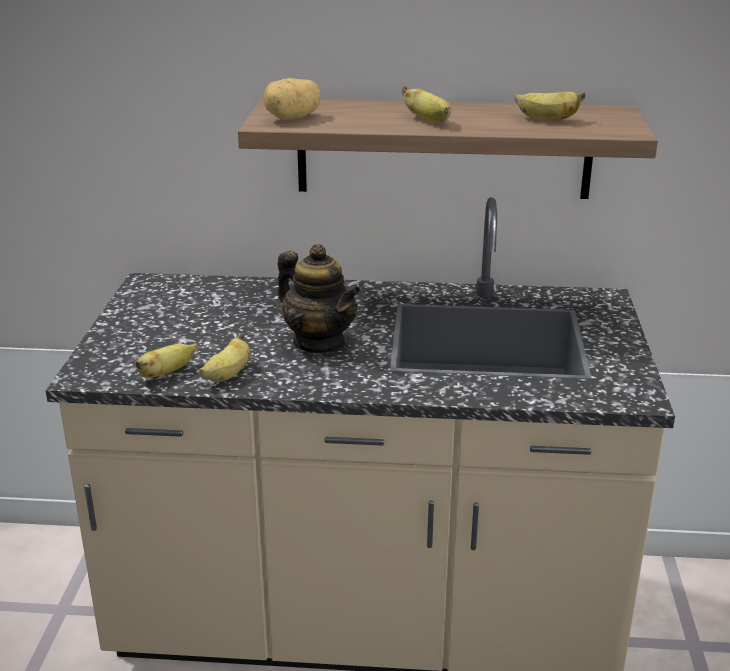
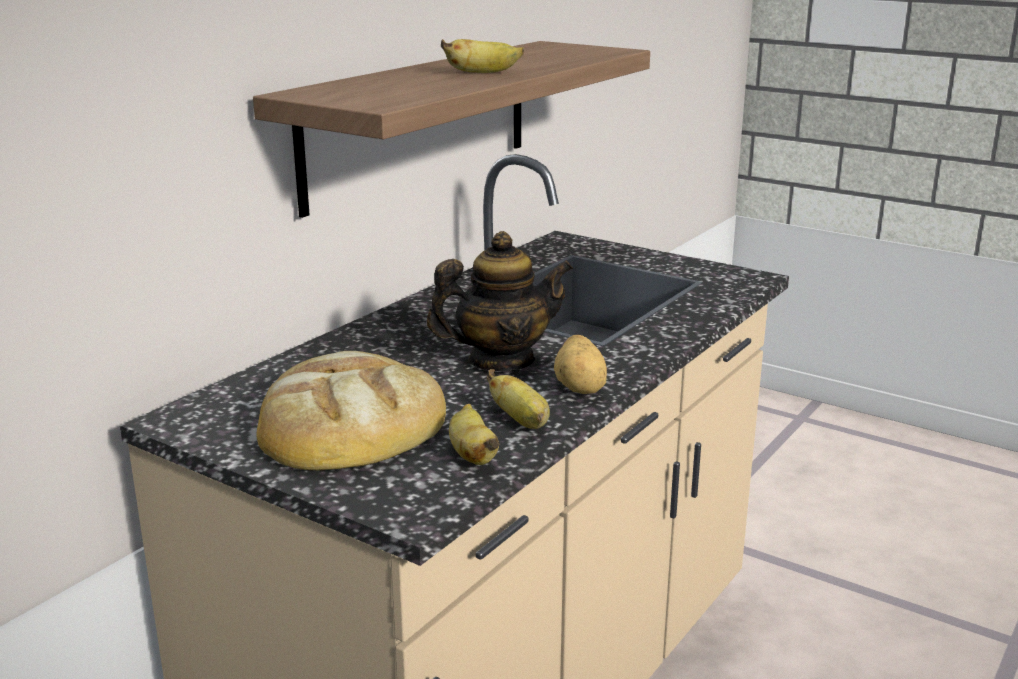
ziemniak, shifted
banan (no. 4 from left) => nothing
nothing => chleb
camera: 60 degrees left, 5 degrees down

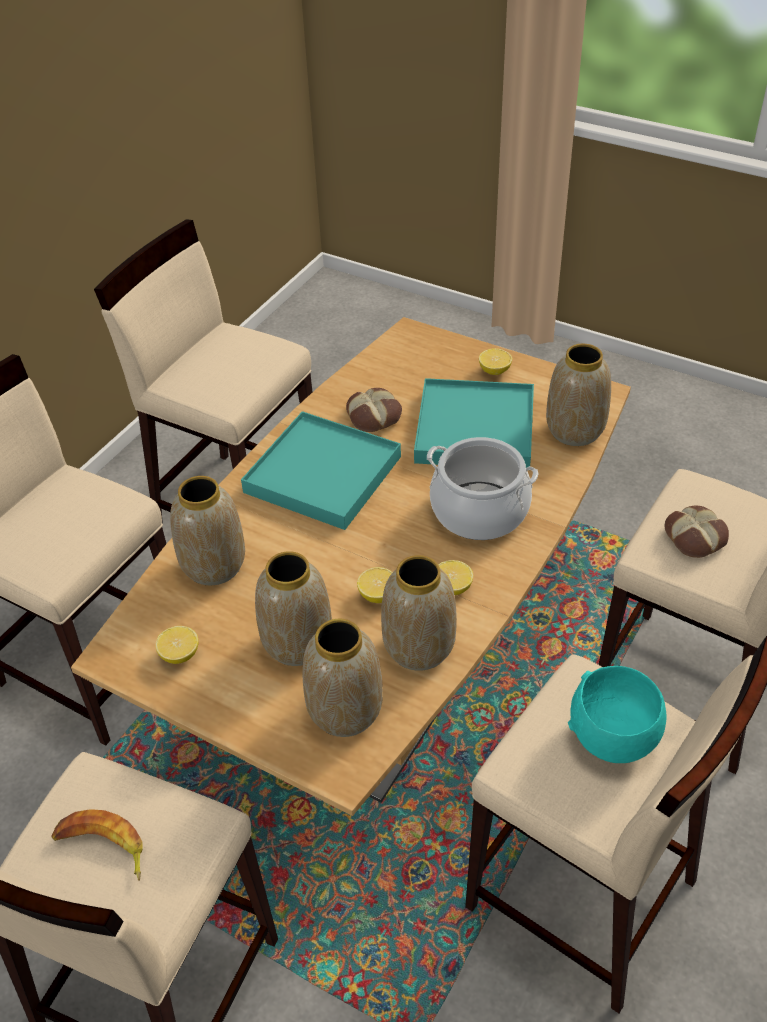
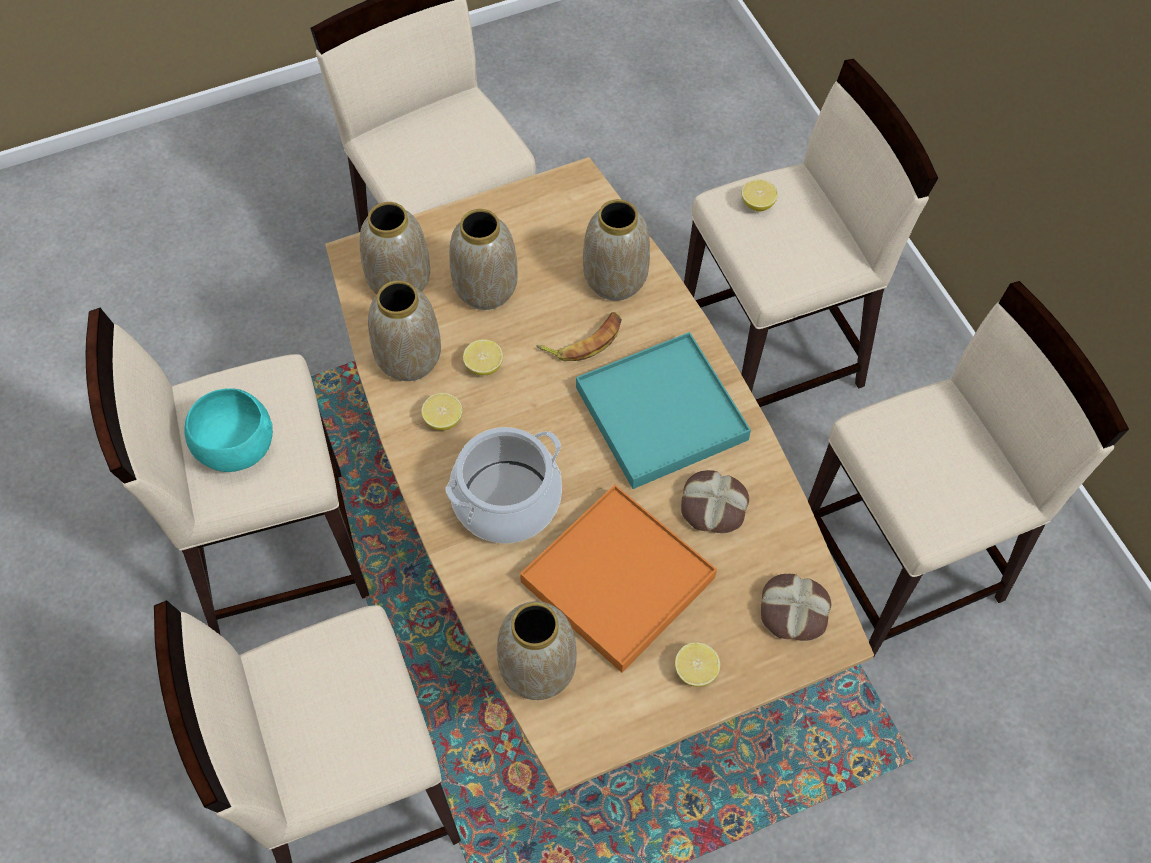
taca/turkusowy (no. 2 from left) => taca/pomarańczowy
chleb (no. 2 from left), shifted
cytryna (no. 1 from left in the first image) => cytryna (no. 4 from left), shifted
banan, shifted
camera: 125 degrees right, 15 degrees up

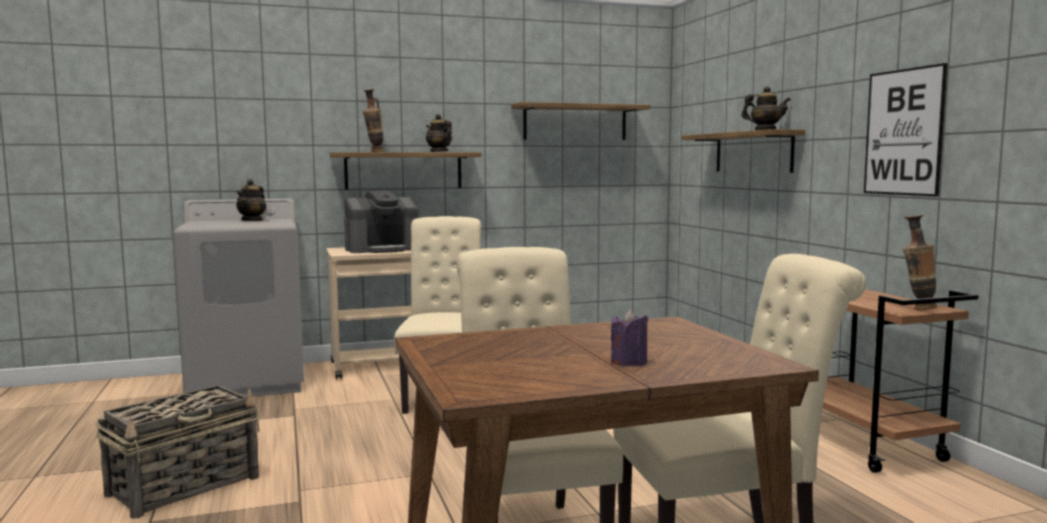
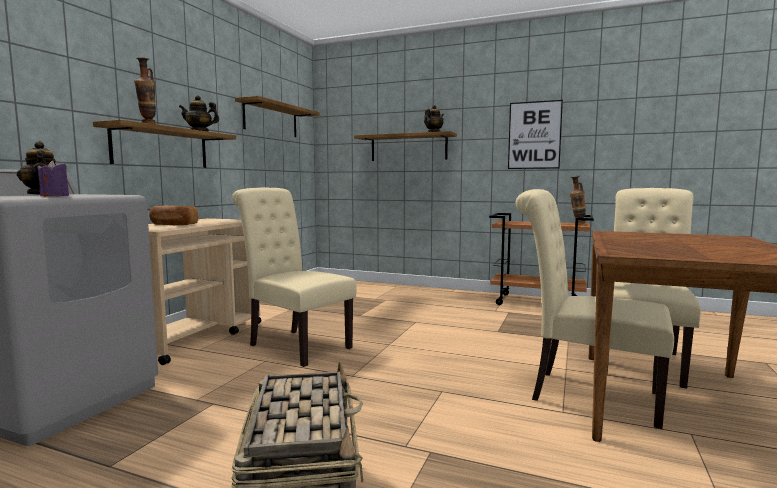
ekspres do kawy => chleb
świeca/fioletowy, shifted
camera: 50 degrees left, 0 degrees up

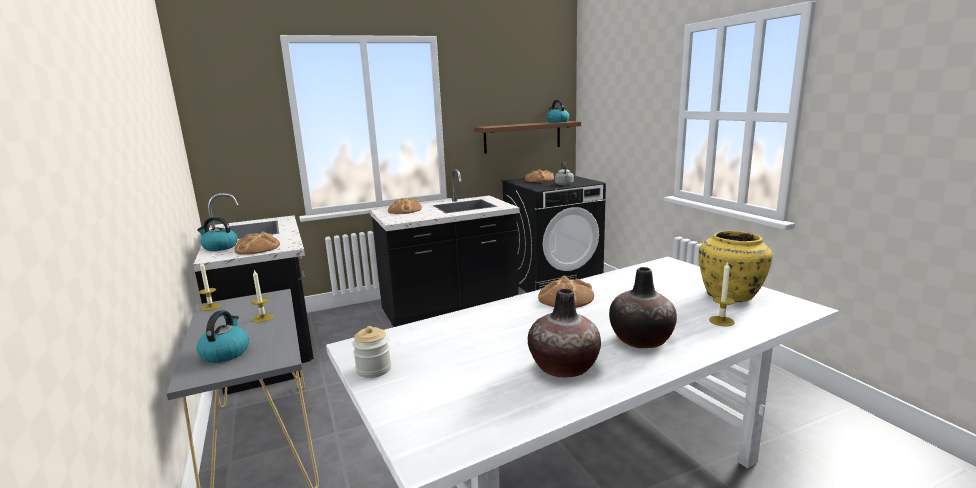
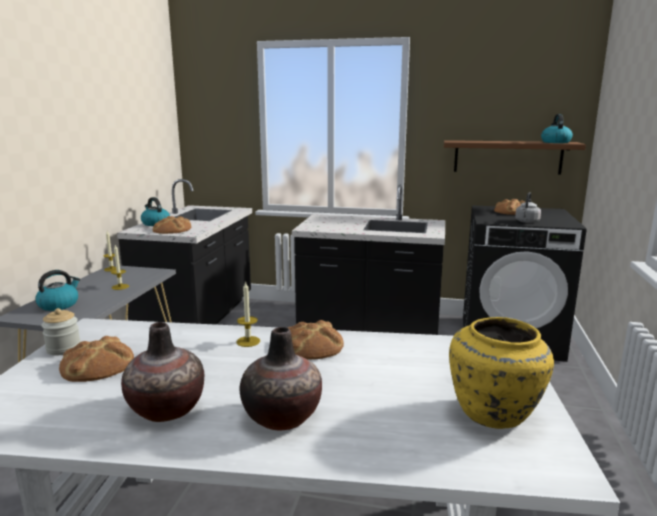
chleb (no. 2 from left in the first image) => chleb (no. 1 from left), shifted
świeca (no. 3 from left), shifted
camera: 35 degrees right, 0 degrees up

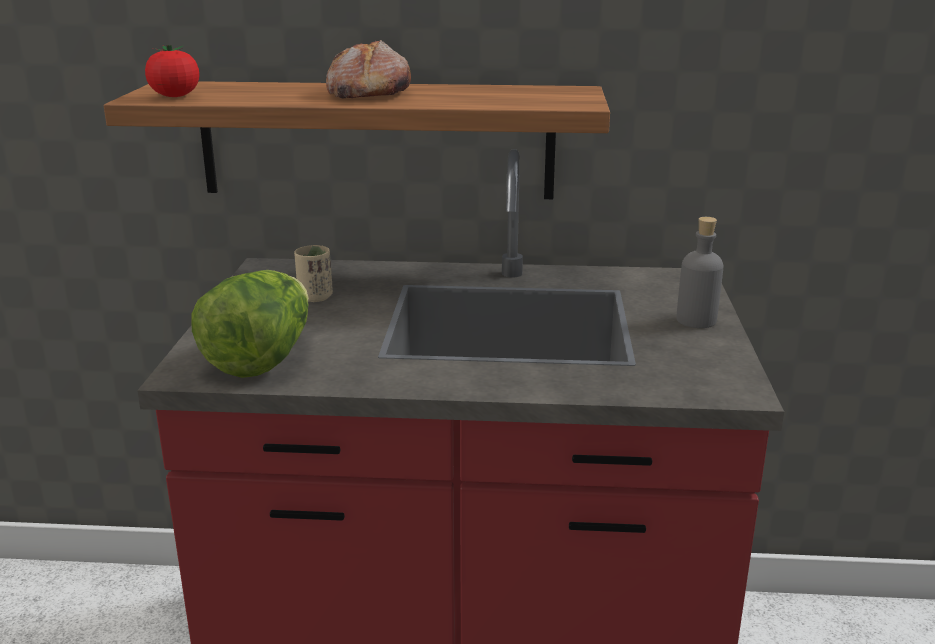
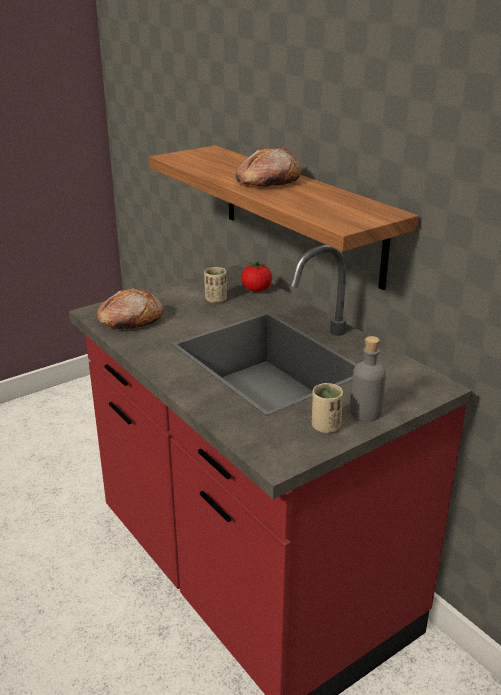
pomidor, shifted
sałata => chleb (no. 1 from left)
nothing => filiżanka/beżowy (no. 2 from left)
camera: 50 degrees right, 5 degrees up

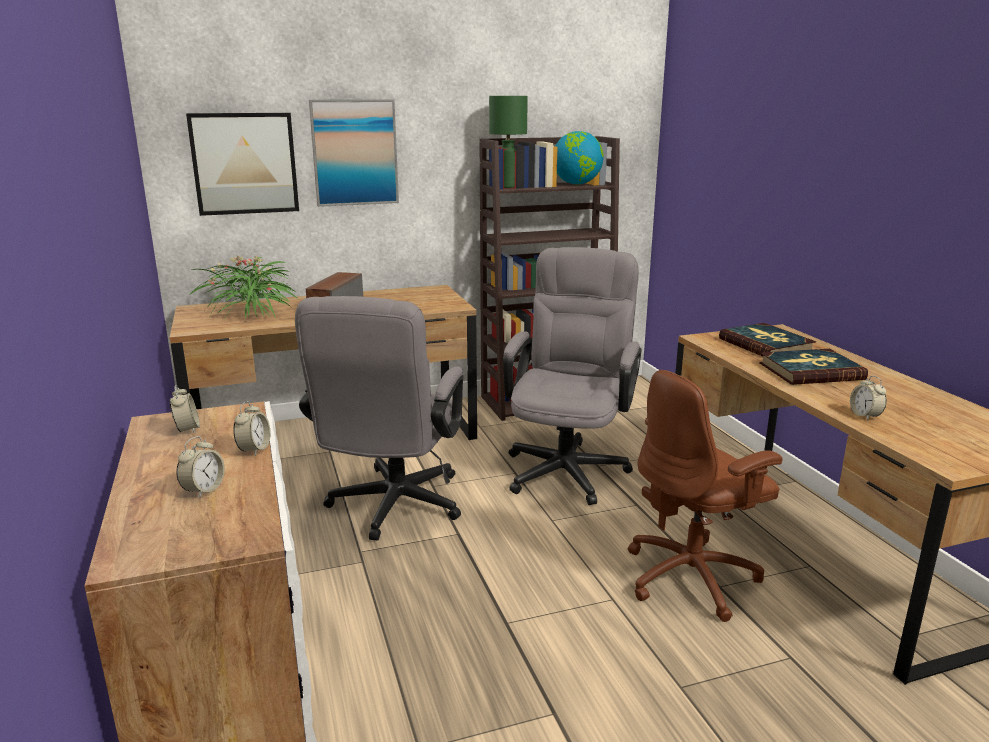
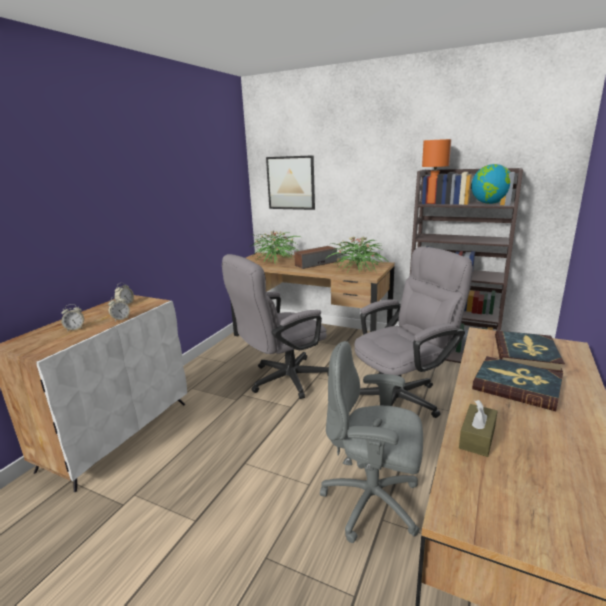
lampa stołowa/zielony => lampa stołowa/pomarańczowy
obraz (no. 2 from left) => nothing
krzesło biurowe/brązowy => krzesło biurowe/szary (no. 2 from left)
budzik (no. 4 from left) => pudełko chusteczek/brązowy
nothing => roślina doniczkowa (no. 2 from left)
camera: 45 degrees right, 0 degrees up

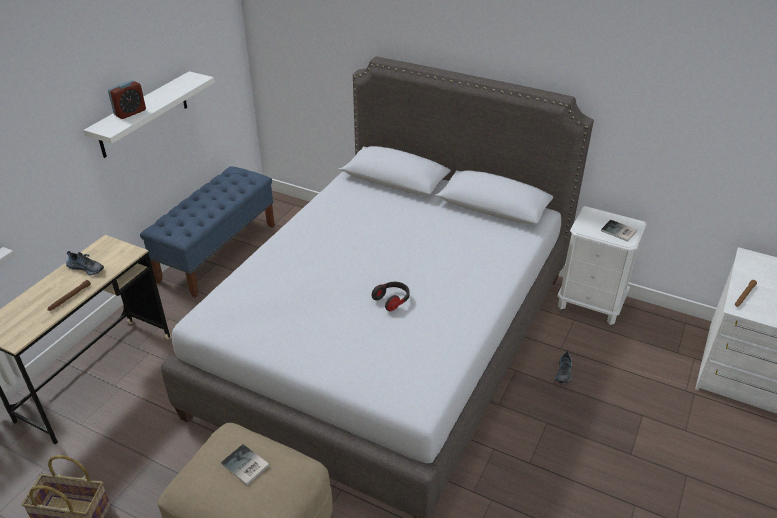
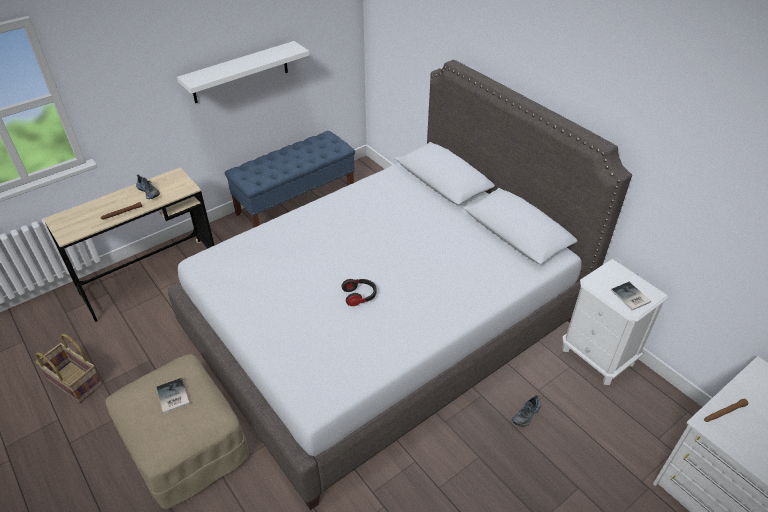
budzik => nothing
camera: 25 degrees right, 5 degrees up

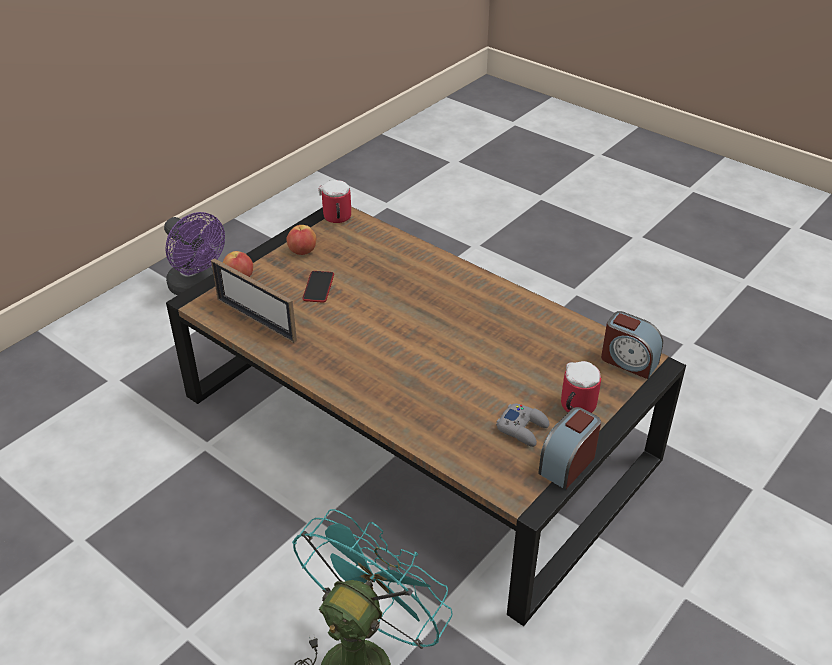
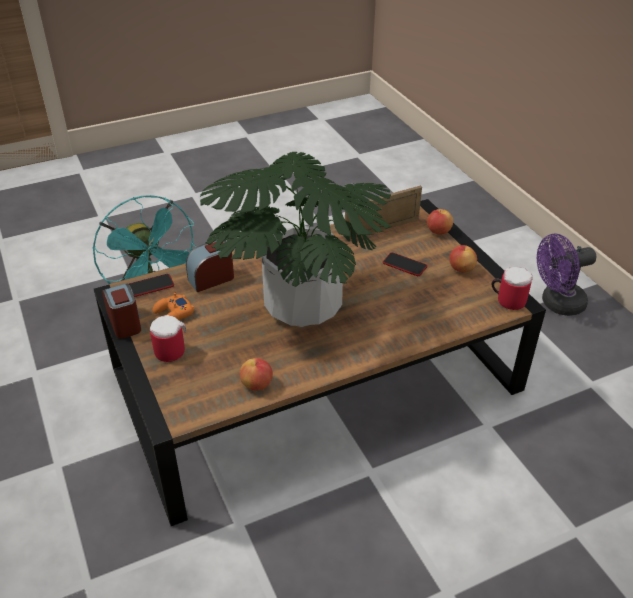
budzik (no. 2 from left), shifted
pad do gier/szary => pad do gier/pomarańczowy
nothing => roślina doniczkowa
nothing => telefon (no. 1 from left)
nothing => jabłko (no. 1 from left)
camera: 115 degrees right, 0 degrees up

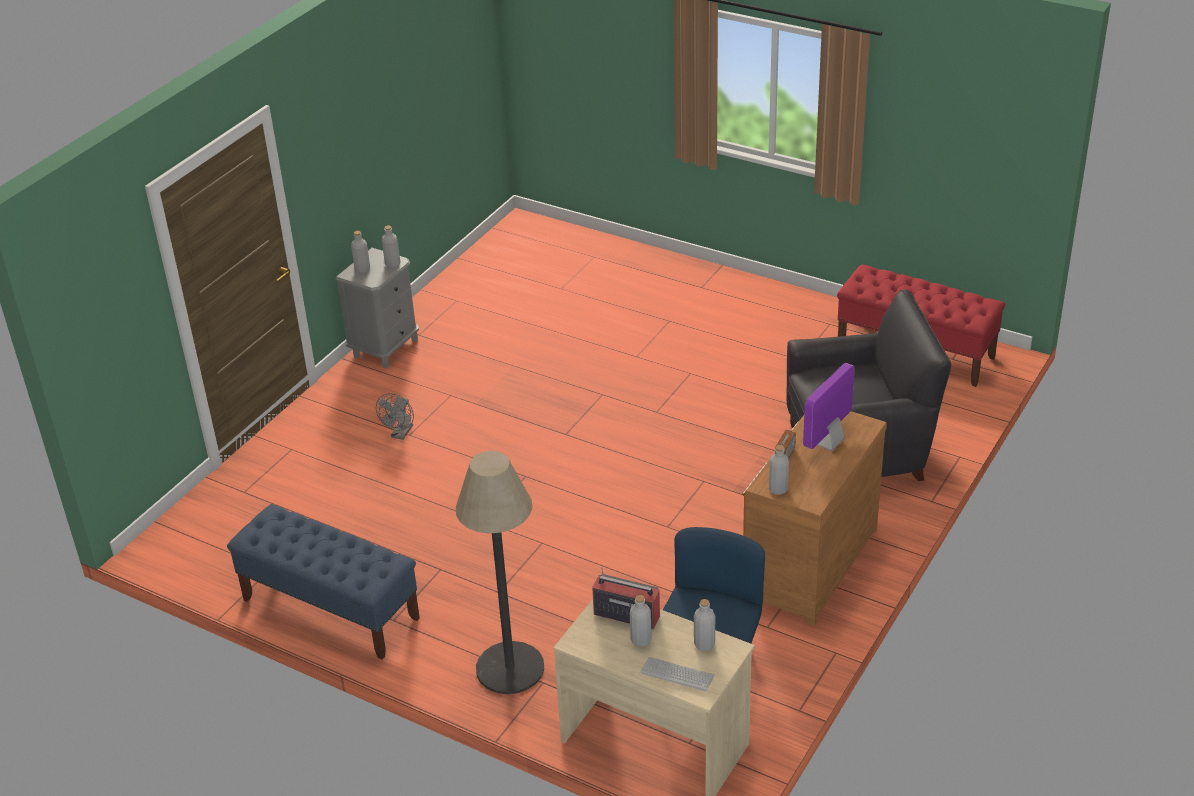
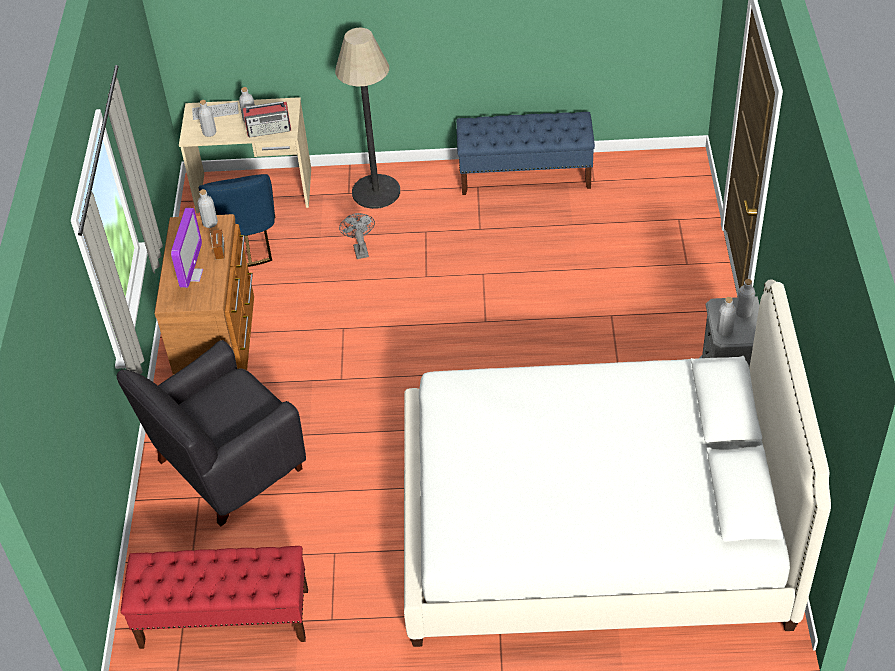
wentylator/szary, shifted
nothing => łóżko/biały
camera: 150 degrees right, 10 degrees up

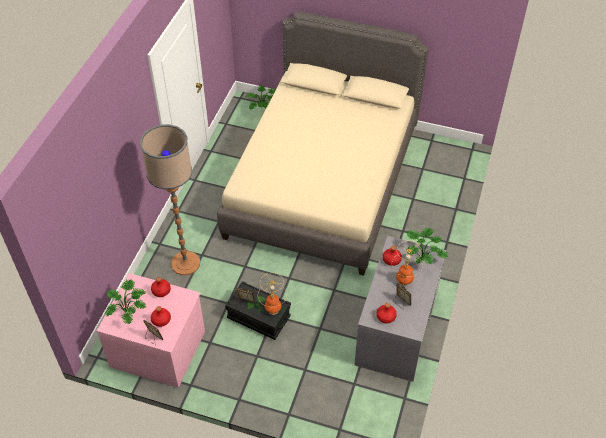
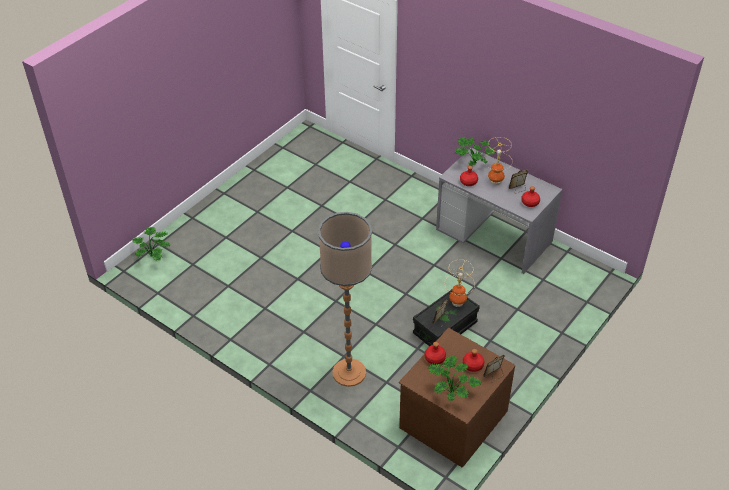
łóżko/beżowy => nothing
komoda/różowy => komoda/brązowy
camera: 70 degrees left, 5 degrees down

